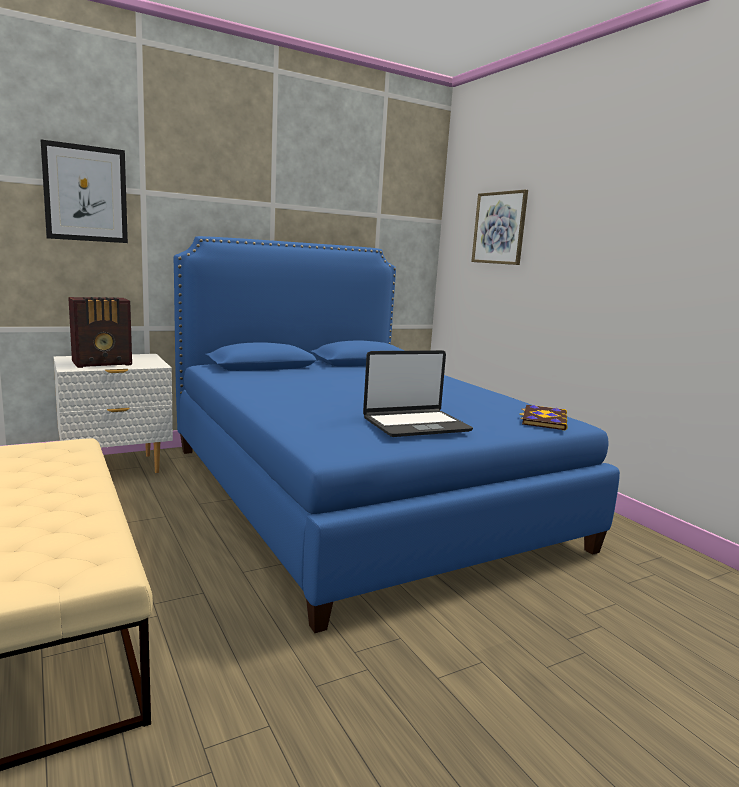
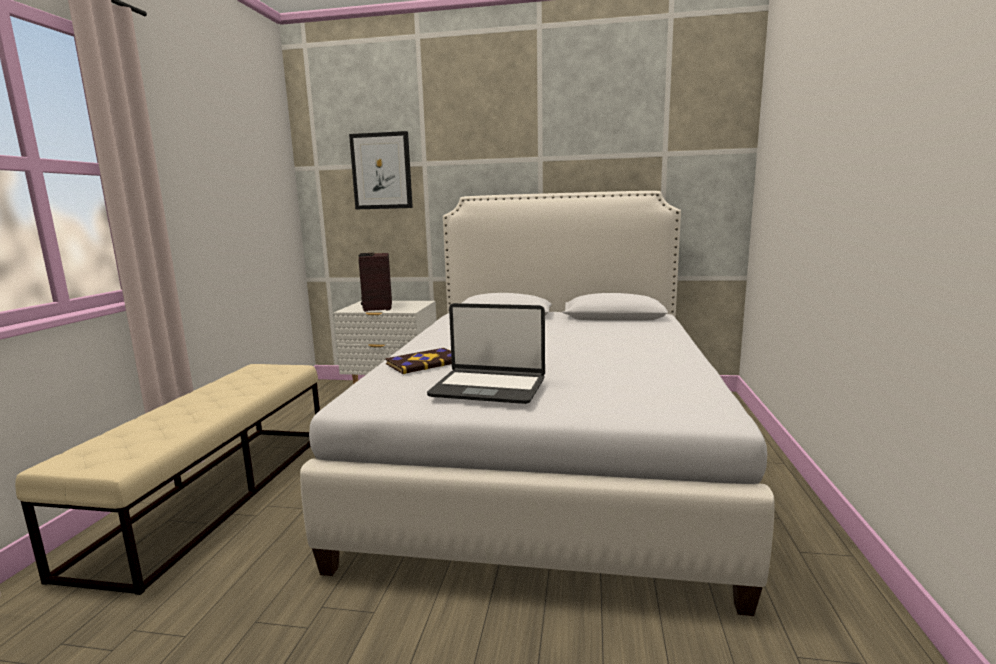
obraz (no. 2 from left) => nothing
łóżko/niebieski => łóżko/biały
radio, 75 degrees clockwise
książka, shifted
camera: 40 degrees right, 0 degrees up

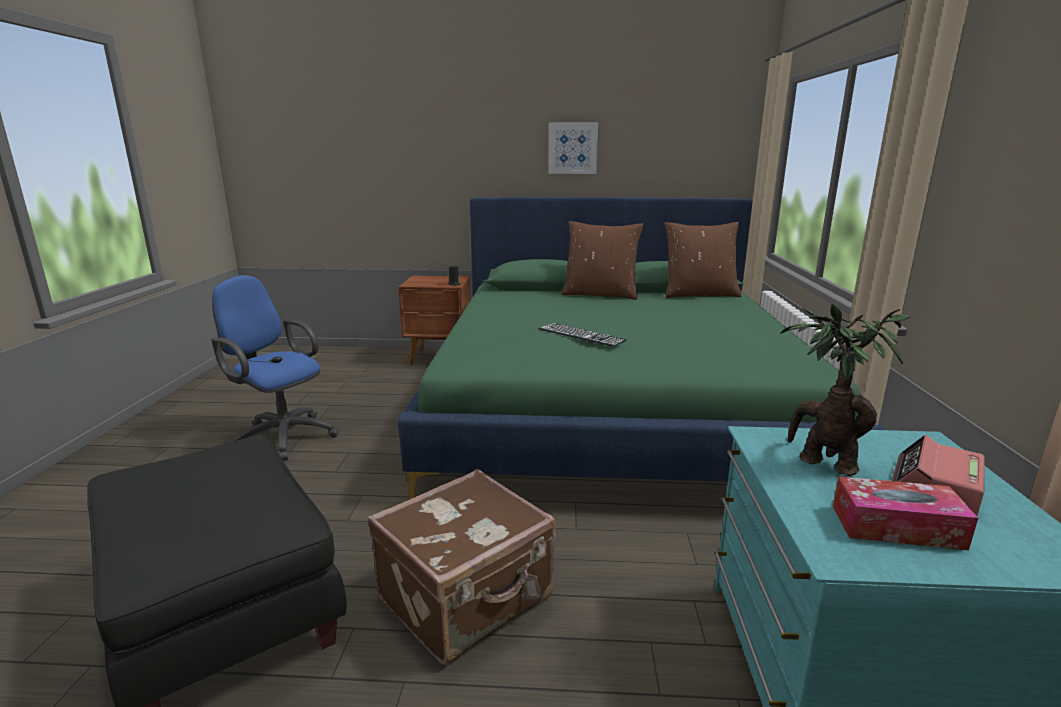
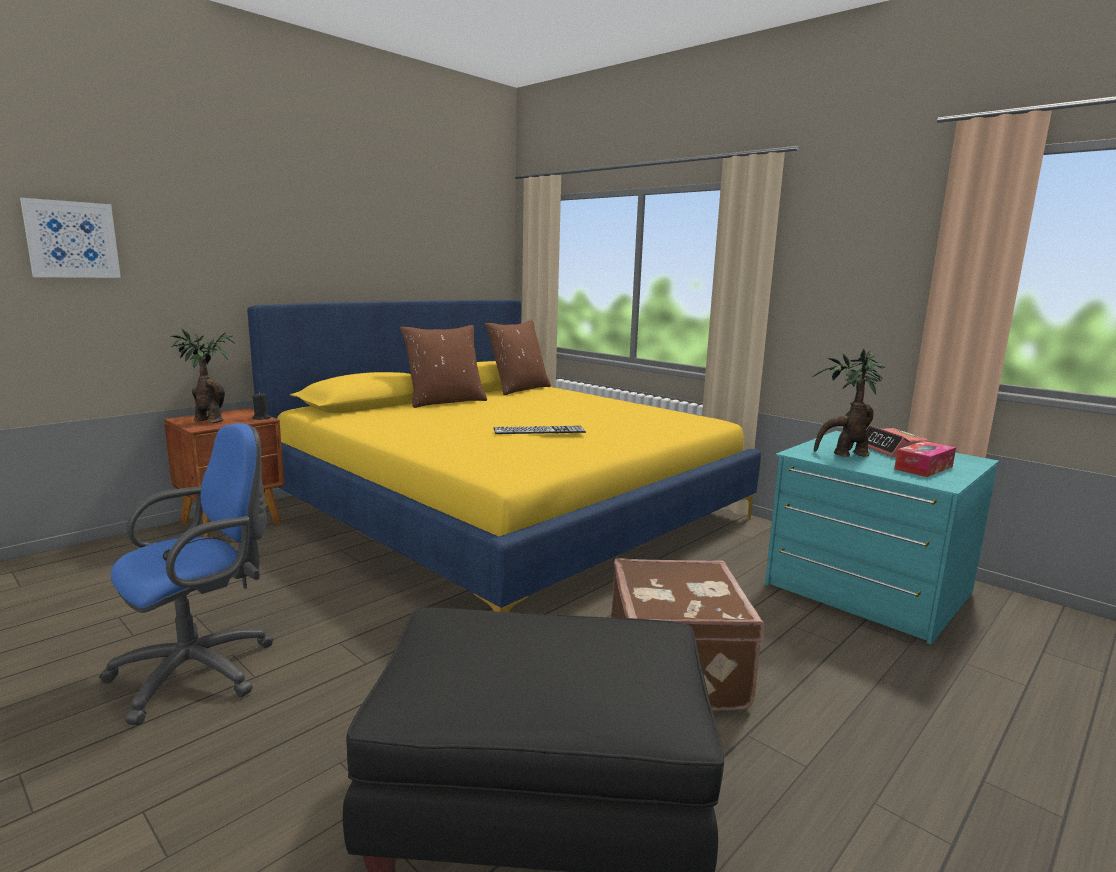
obraz, shifted
łóżko/zielony => łóżko/żółty
krzesło biurowe/niebieski, 150 degrees clockwise
nothing => roślina doniczkowa (no. 1 from left)
camera: 50 degrees left, 5 degrees down

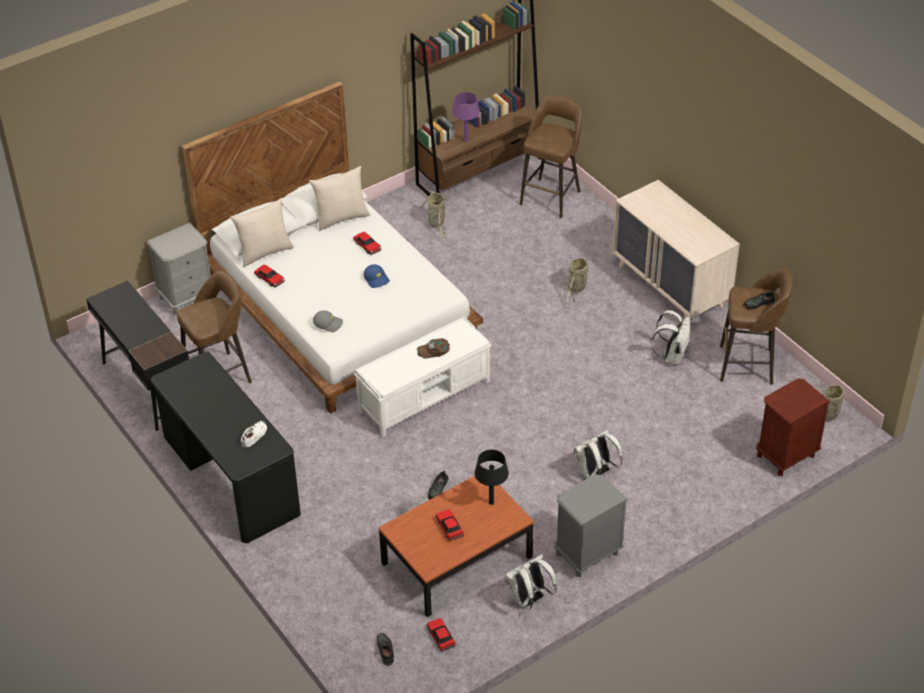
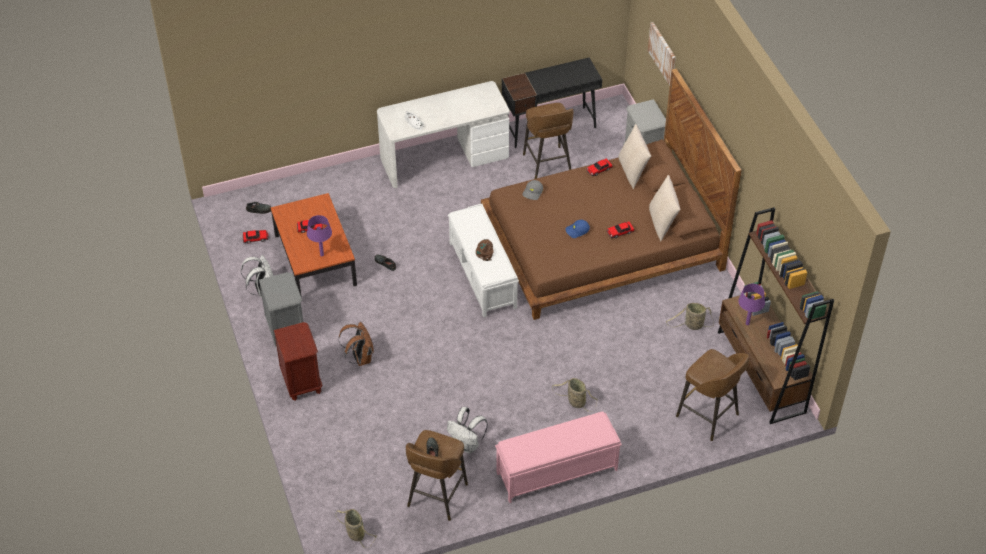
łóżko/biały => łóżko/brązowy
komoda/beżowy => ławka/różowy
biurko/czarny (no. 2 from left) => biurko/biały
szafka nocna/brązowy, shifted
plecak/biały (no. 2 from left) => plecak/brązowy
lampa stołowa/czarny => lampa stołowa/fioletowy (no. 1 from left)
nothing => obraz
camera: 105 degrees right, 5 degrees up

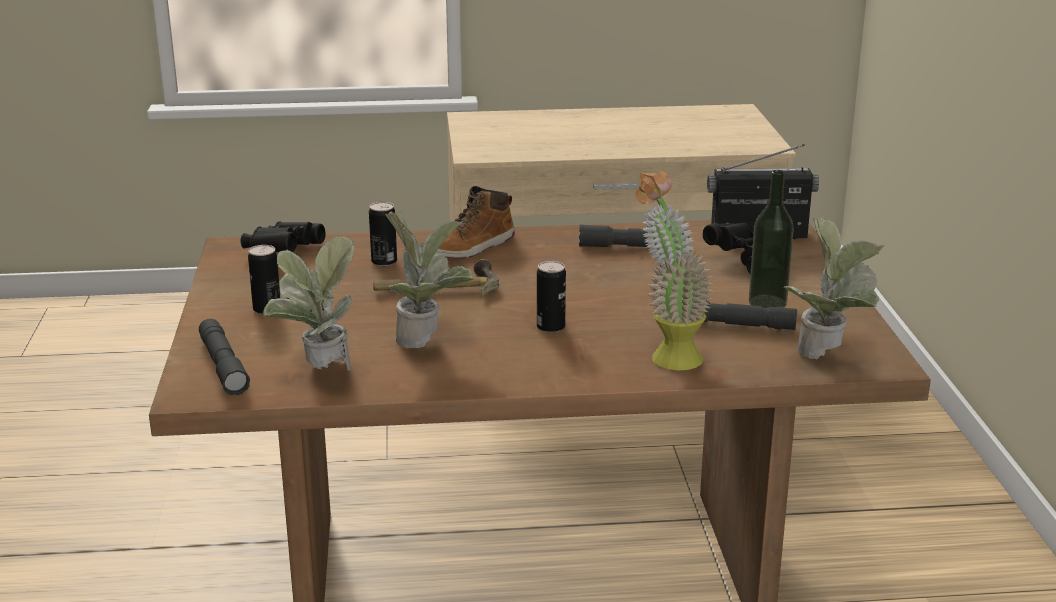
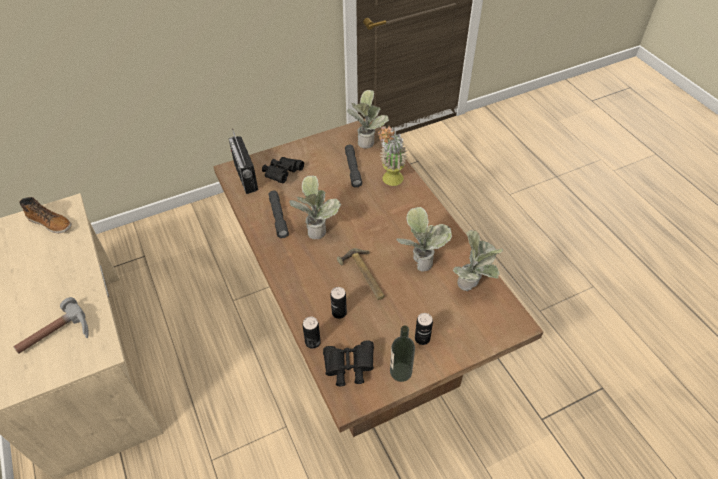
butelka, shifted
but z cholewką, shifted
puszka (no. 3 from left in the first image) => puszka (no. 1 from left), shifted
latarka/szary (no. 1 from left) => nothing
nothing => roślina doniczkowa (no. 1 from left)
nothing => młotek (no. 1 from left)
camera: 110 degrees left, 25 degrees up

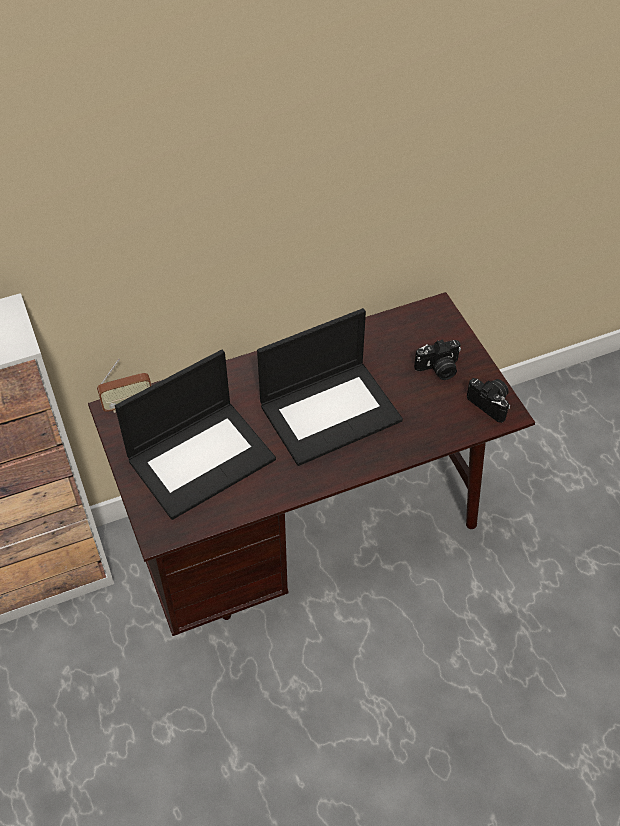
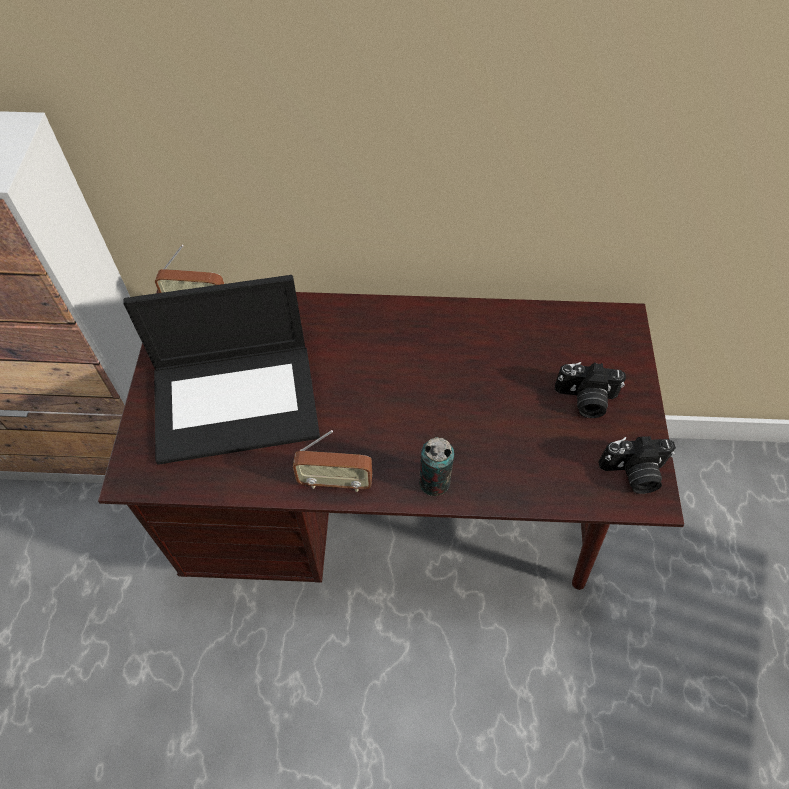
laptop (no. 2 from left) => nothing
aparat fotograficzny (no. 2 from left), 105 degrees clockwise
nothing => radio (no. 2 from left)
nothing => puszka
camera: 25 degrees right, 5 degrees up

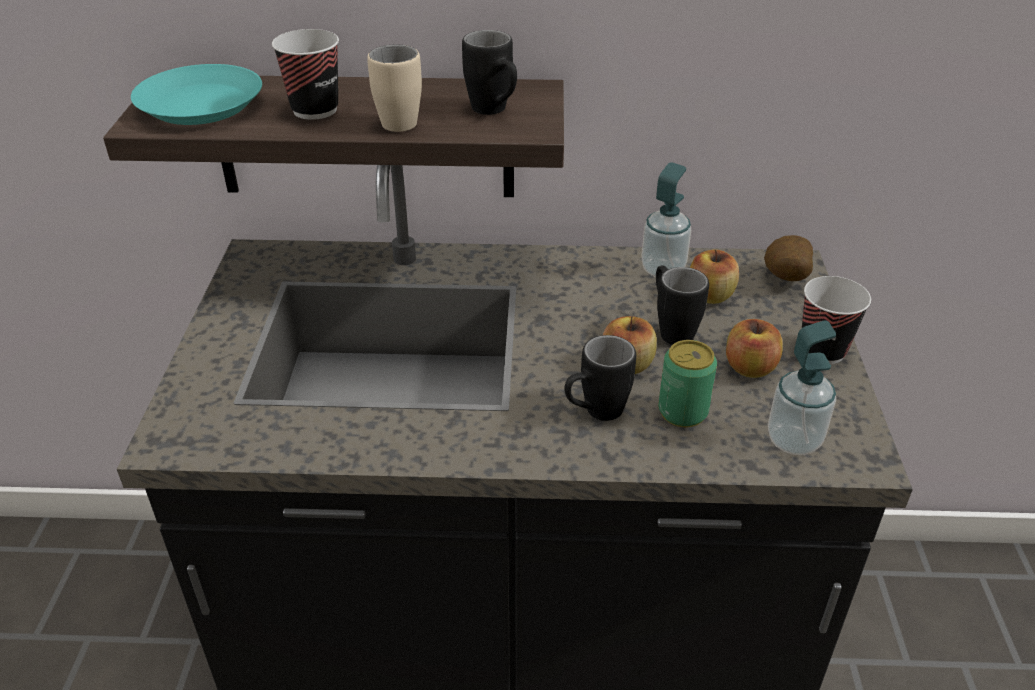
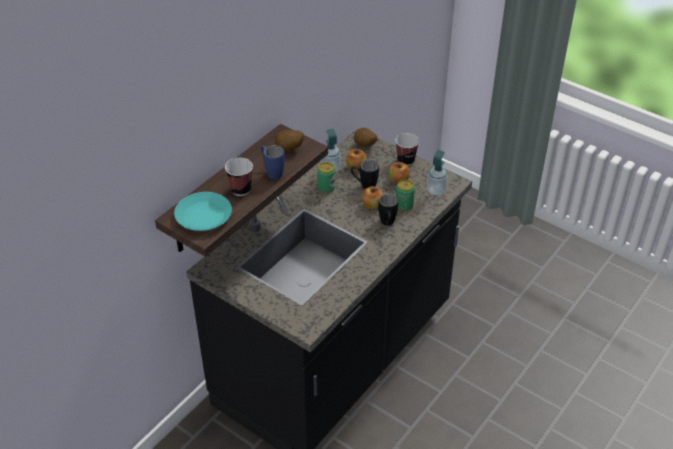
kubek/czarny (no. 1 from left) => ziemniak (no. 1 from left)
kubek/beżowy => kubek/niebieski
nothing => puszka (no. 1 from left)
camera: 55 degrees left, 5 degrees up

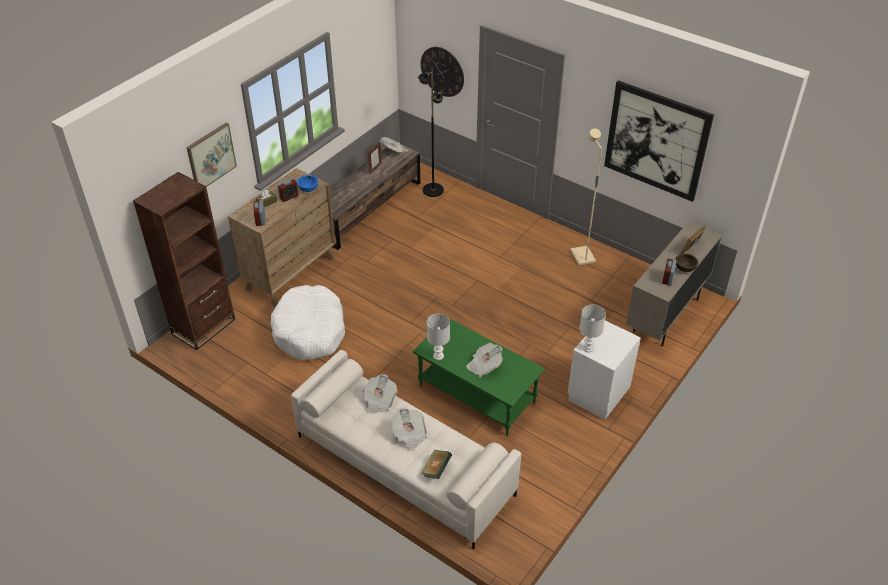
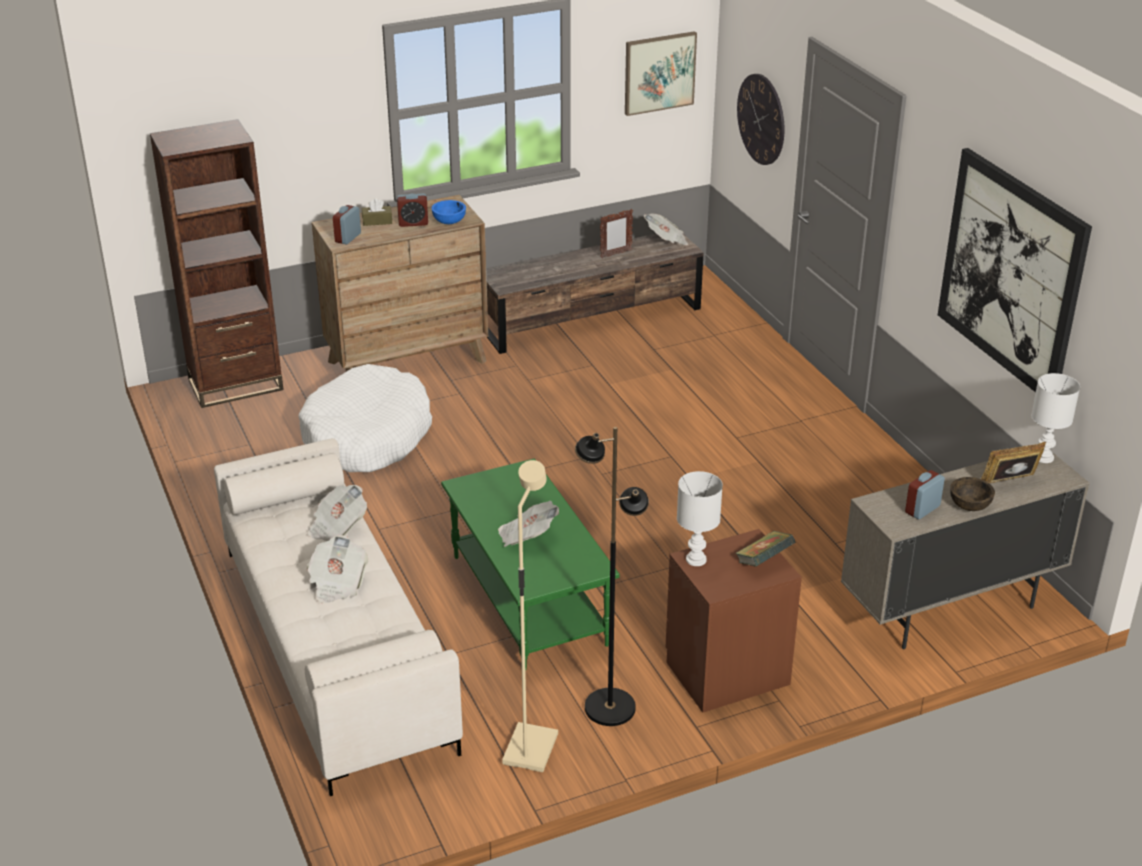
lampa stojąca/czarny, shifted
obraz (no. 1 from left), shifted
lampa stojąca/beżowy, shifted
lampa stołowa/biały (no. 1 from left in the first image) => lampa stołowa/biały (no. 2 from left), shifted
szafka nocna/biały => szafka nocna/brązowy
książka, shifted
camera: 30 degrees right, 10 degrees down

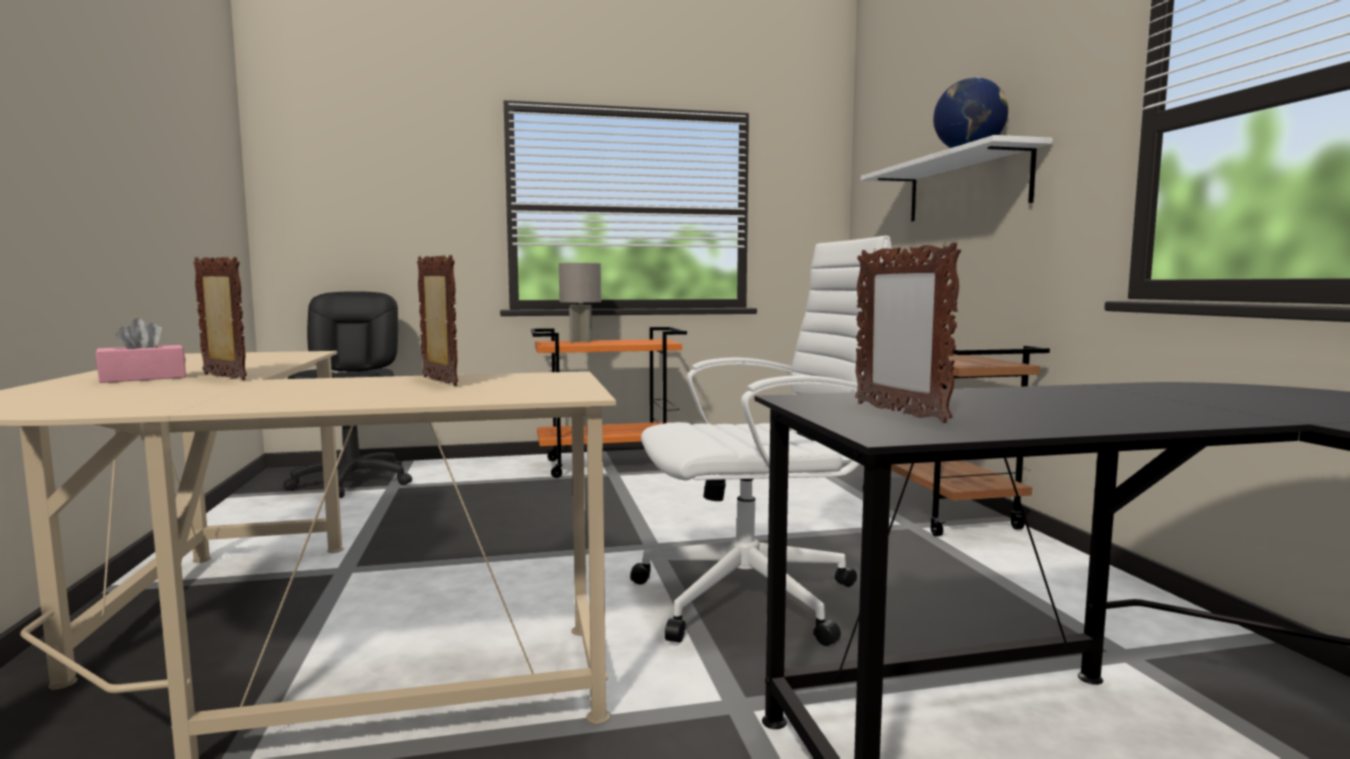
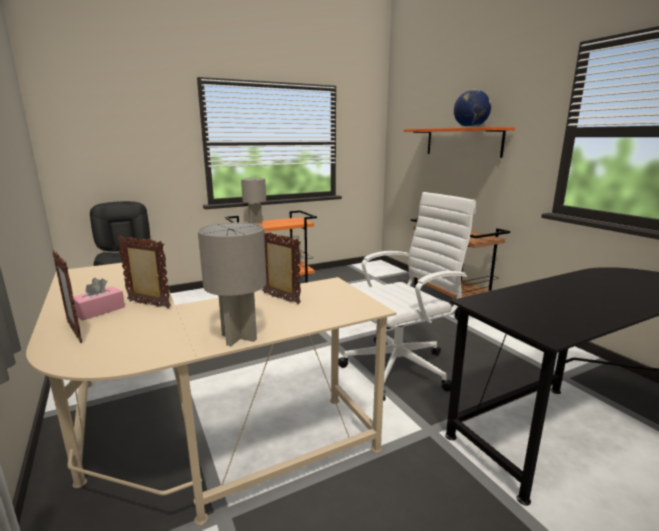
półka/biały => półka/pomarańczowy
ramka na zdjęcie (no. 3 from left in the first image) => ramka na zdjęcie (no. 1 from left), shifted
nothing => lampa stołowa/szary (no. 1 from left)
camera: 15 degrees left, 10 degrees up

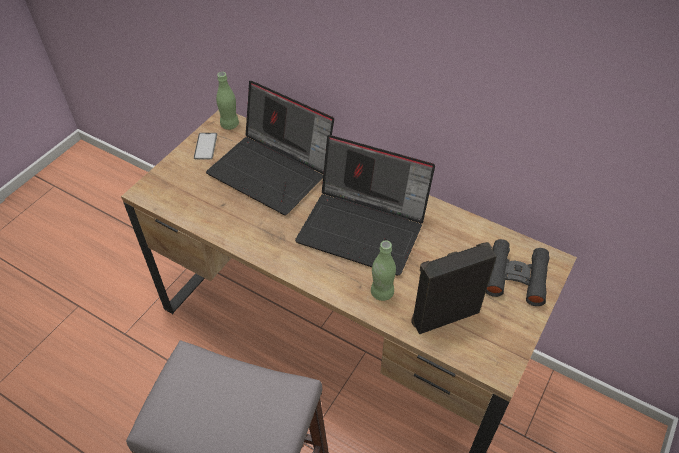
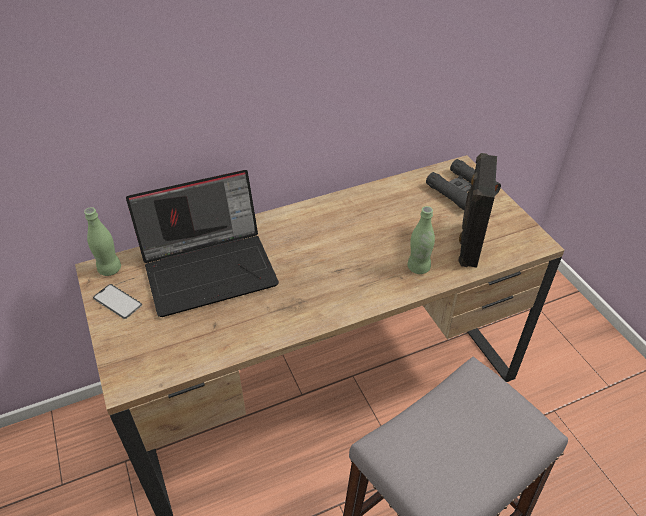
laptop (no. 2 from left) => nothing
camera: 55 degrees left, 5 degrees down

